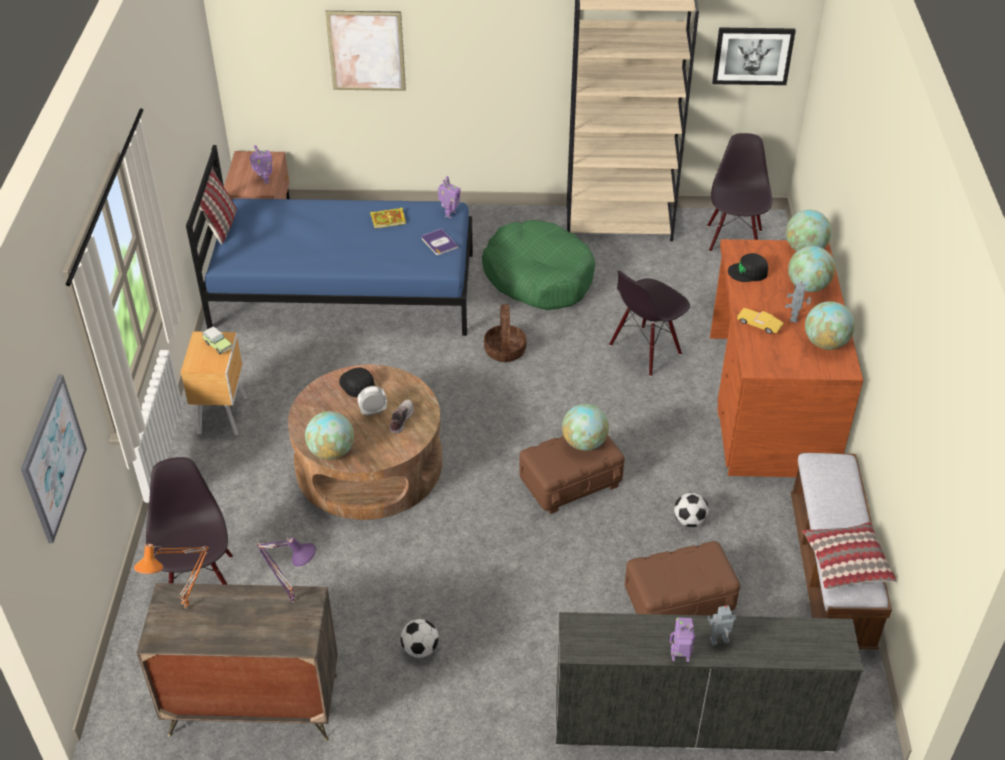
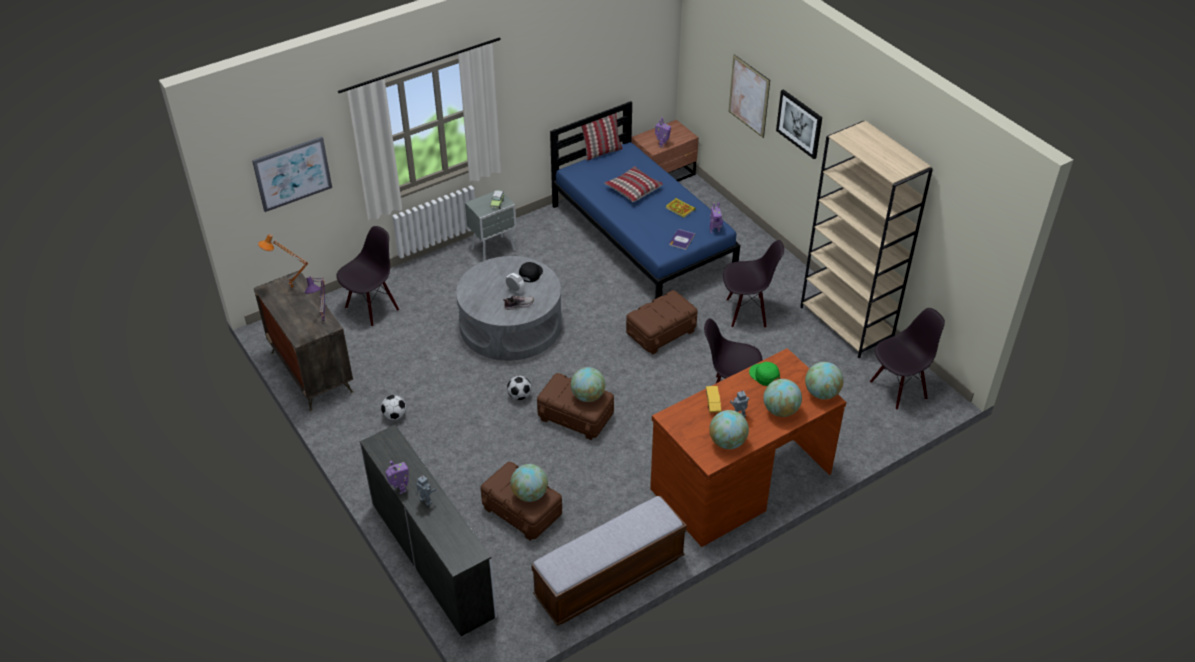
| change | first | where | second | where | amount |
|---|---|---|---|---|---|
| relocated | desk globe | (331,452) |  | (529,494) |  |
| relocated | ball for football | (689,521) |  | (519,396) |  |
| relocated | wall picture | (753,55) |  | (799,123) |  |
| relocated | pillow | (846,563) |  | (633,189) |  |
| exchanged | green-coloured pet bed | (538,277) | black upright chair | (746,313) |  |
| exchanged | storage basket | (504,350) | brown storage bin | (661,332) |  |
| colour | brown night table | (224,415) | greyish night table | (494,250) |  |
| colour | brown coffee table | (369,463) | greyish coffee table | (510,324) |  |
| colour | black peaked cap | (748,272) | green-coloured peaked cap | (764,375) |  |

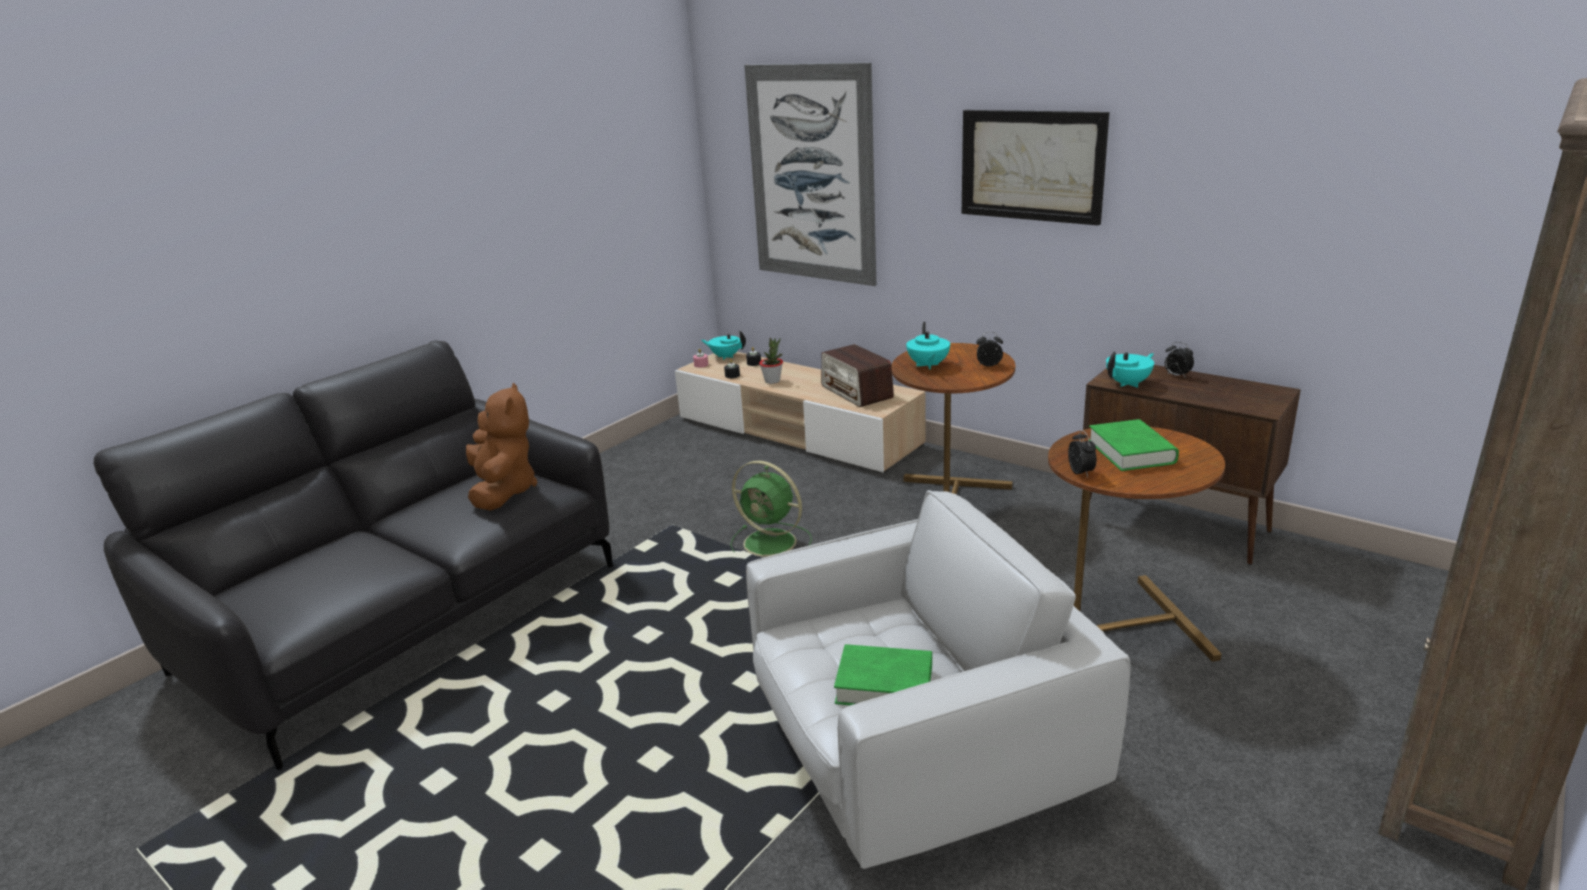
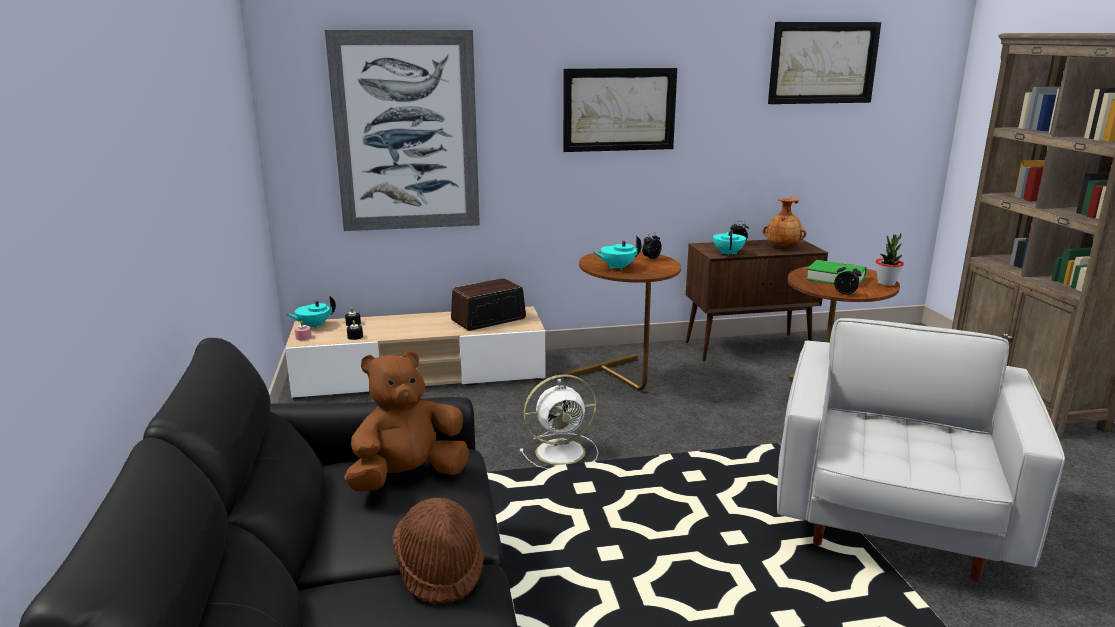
| change | first | where | second | where | amount |
|---|---|---|---|---|---|
| missing | green-coloured volume | (884,684) |  |  |  |
| appeared |  |  | brown clothing hat | (439,569) |  |
| appeared |  |  | brown decorative vase | (783,247) |  |
| appeared |  |  | wall picture | (823,63) |  |
| relocated | potted plant | (772,381) |  | (886,283) |  |
| colour | green-coloured cooling fan | (772,543) | white cooling fan | (562,451) |  |
| spun | brown soft toy | (503,491) |  | (408,478) | 60 degrees counterclockwise |
| spun | radio receiver | (857,392) |  | (488,319) | 135 degrees clockwise |
| spun | turquoise-coloured pot for tea | (927,365) |  | (617,267) | 120 degrees clockwise |

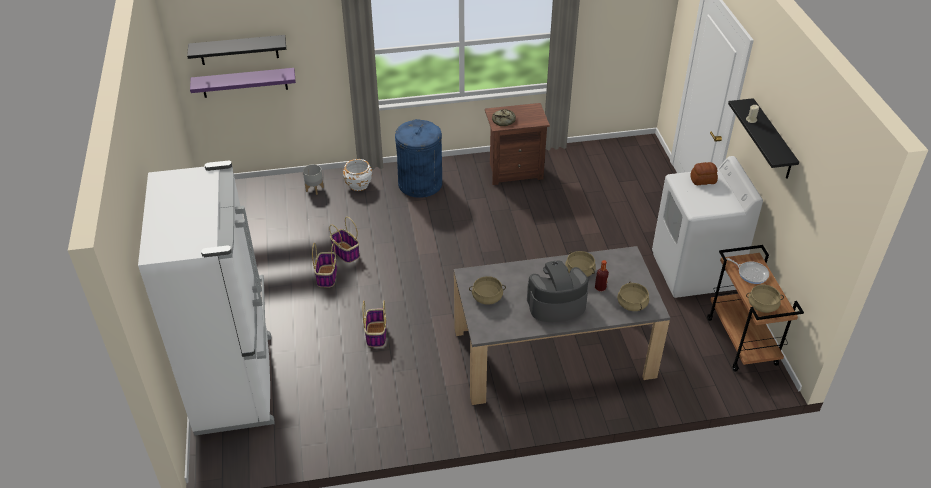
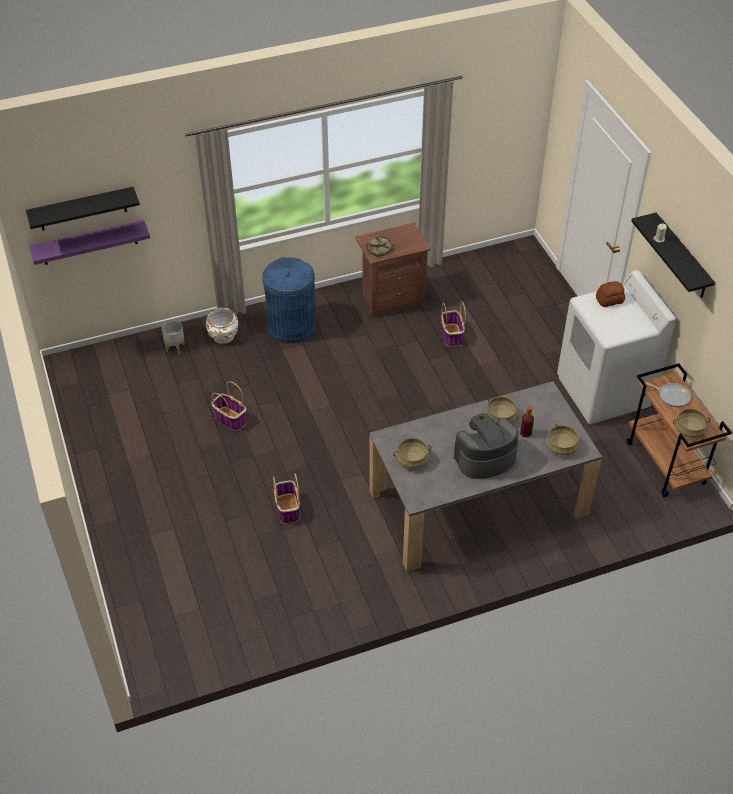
| change | first | where | second | where | amount |
|---|---|---|---|---|---|
| missing | white kitchen fridge | (237,382) |  |  |  |
| relocated | storage basket | (327,276) |  | (451,335) |  |

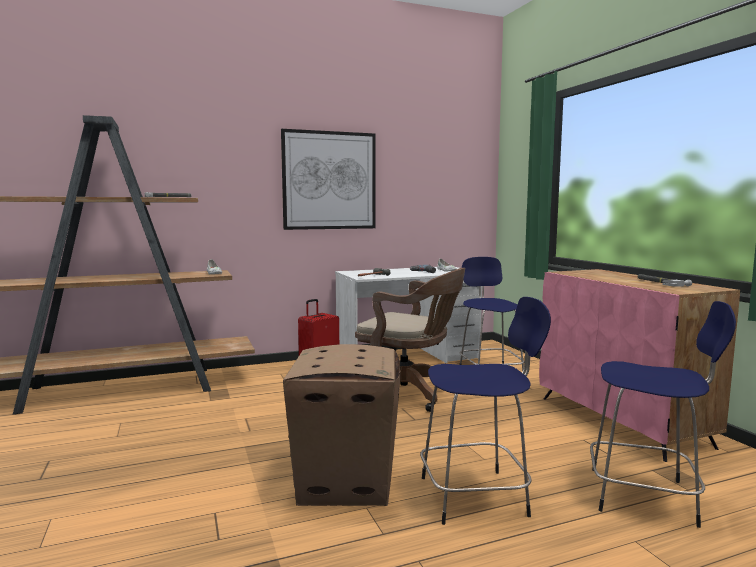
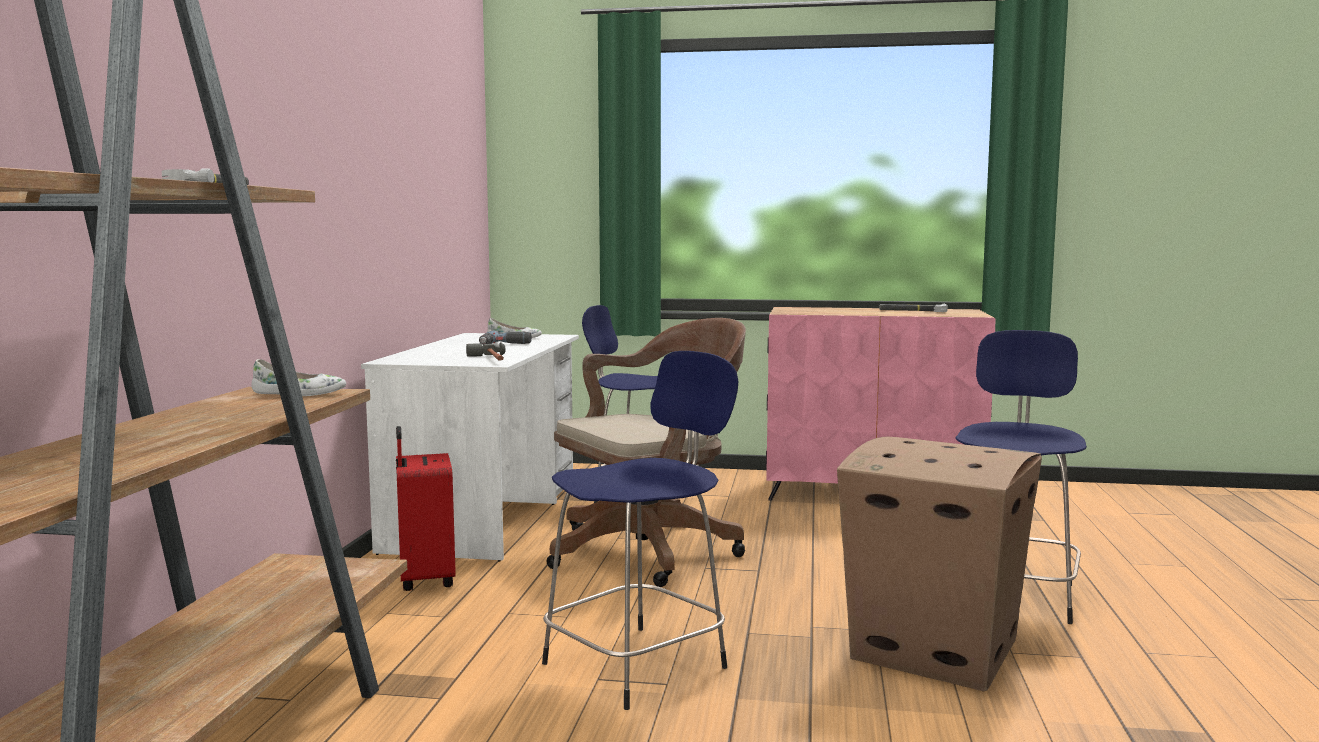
| change | first | where | second | where | amount |
|---|---|---|---|---|---|
| missing | wall picture | (329,180) |  |  |  |
| relocated | bluish stool seat | (646,496) |  | (640,663) |  |

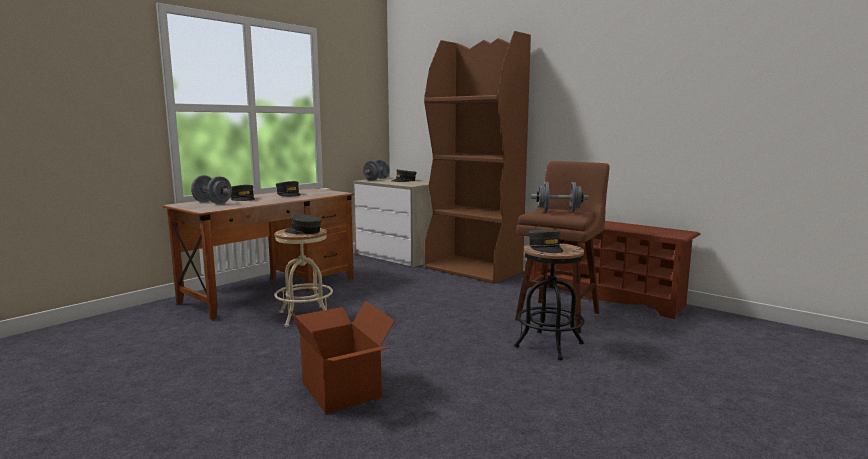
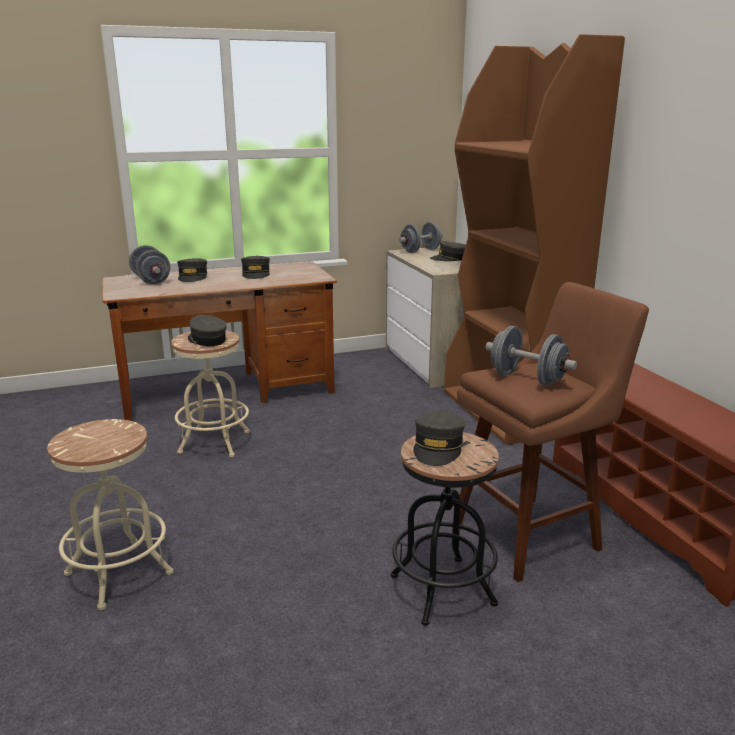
| change | first | where | second | where | amount |
|---|---|---|---|---|---|
| exchanged | cardboard box | (342,390) | sand-coloured stool seat | (119,573) |  |

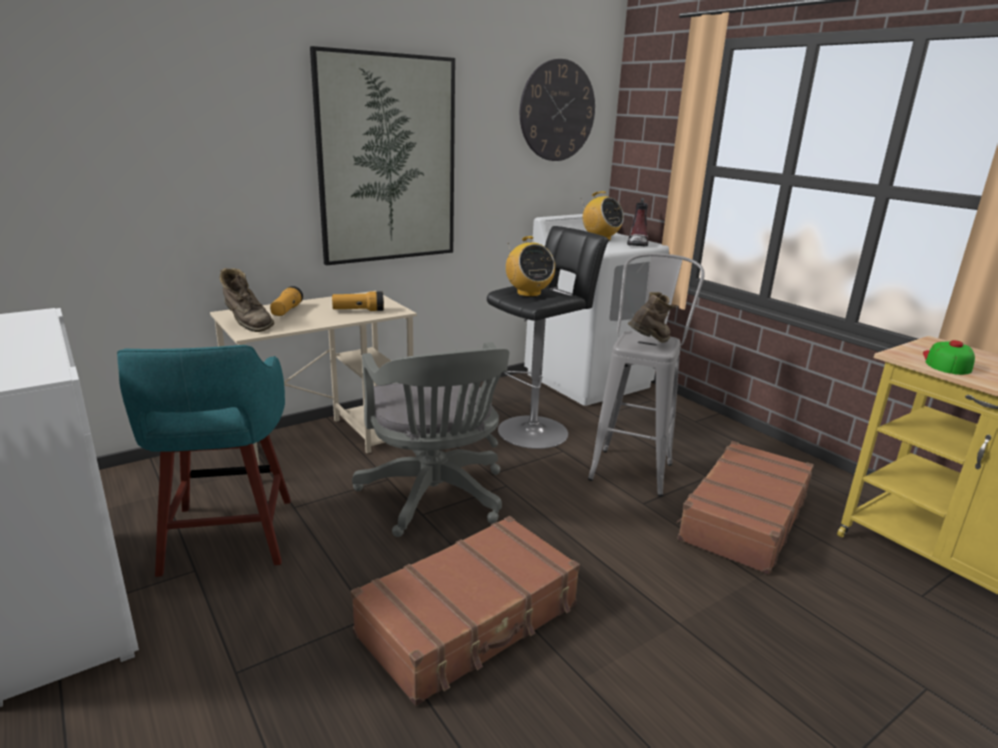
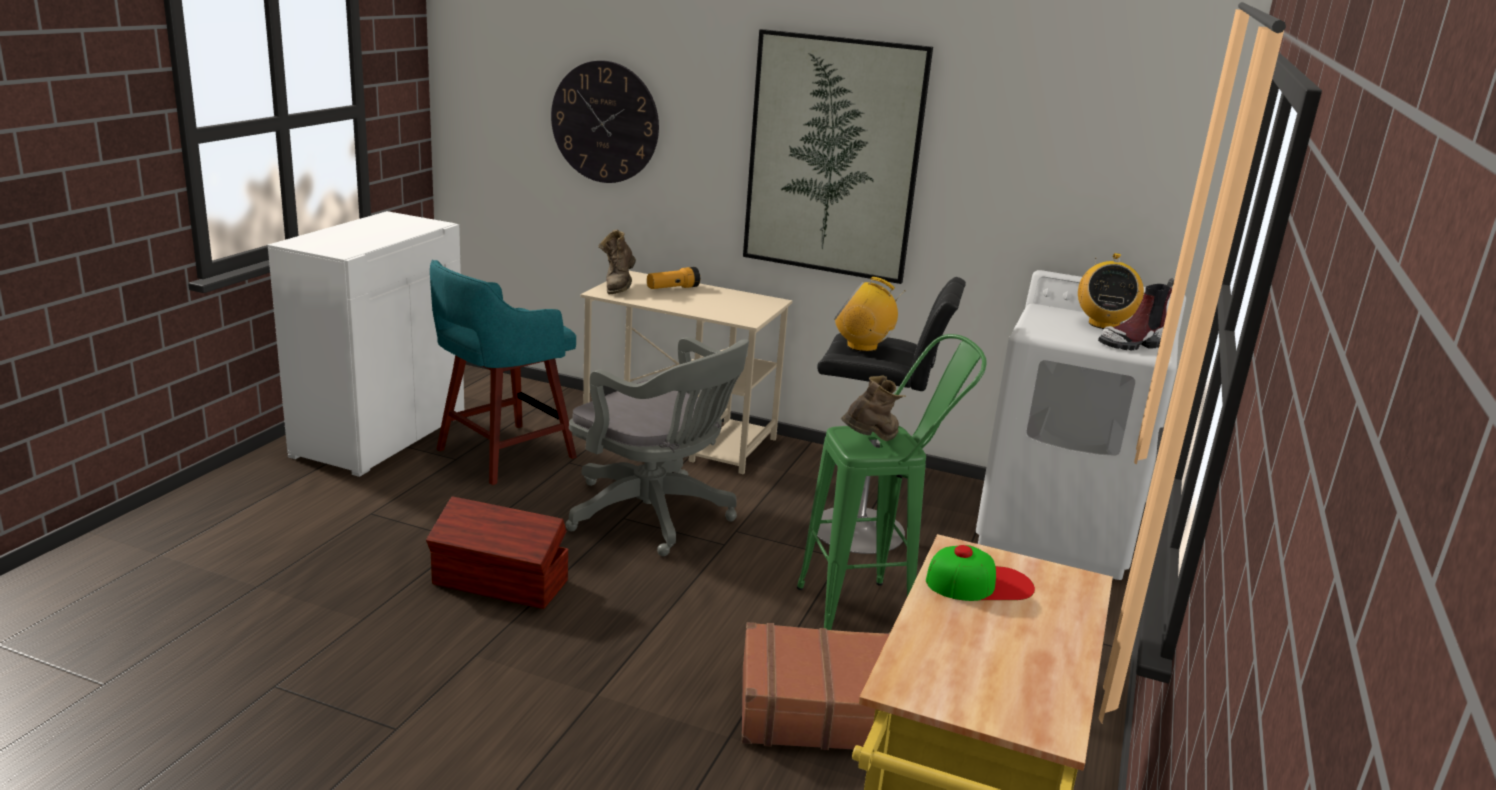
| change | first | where | second | where | amount |
|---|---|---|---|---|---|
| missing | hand torch | (358,310) |  |  |  |
| relocated | hanging clock | (557,111) |  | (605,122) |  |
| exchanged | brown travel case | (470,620) | brown storage bin | (500,583) |  |
| colour | greyish stool seat | (633,465) | green-coloured stool seat | (872,610) |  |
| spun | greyish desk chair | (435,498) |  | (655,516) | 90 degrees counterclockwise |
| spun | radio receiver | (528,293) |  | (862,346) | 75 degrees clockwise |
| spun | brown boot | (649,344) |  | (871,442) | 60 degrees counterclockwise |

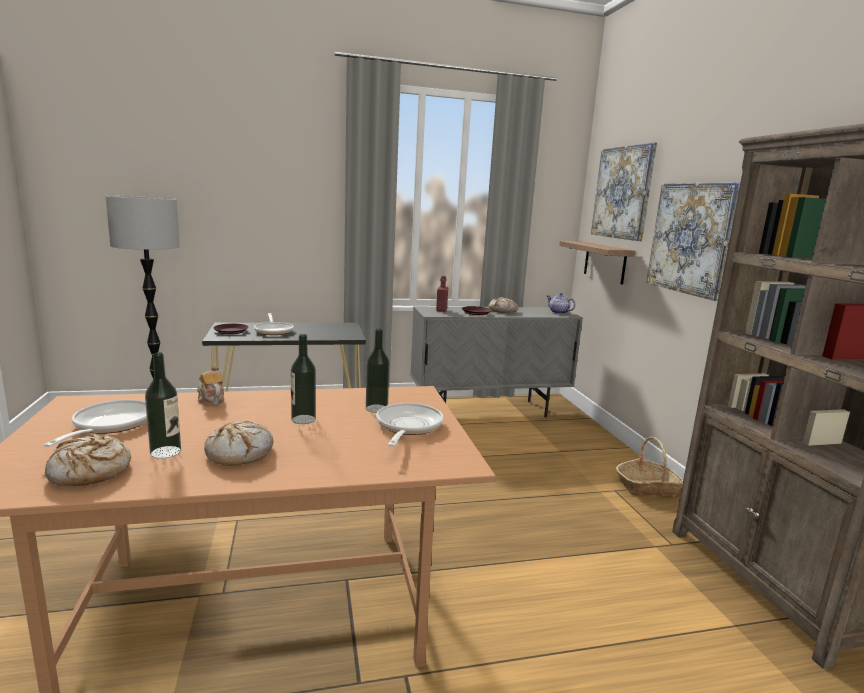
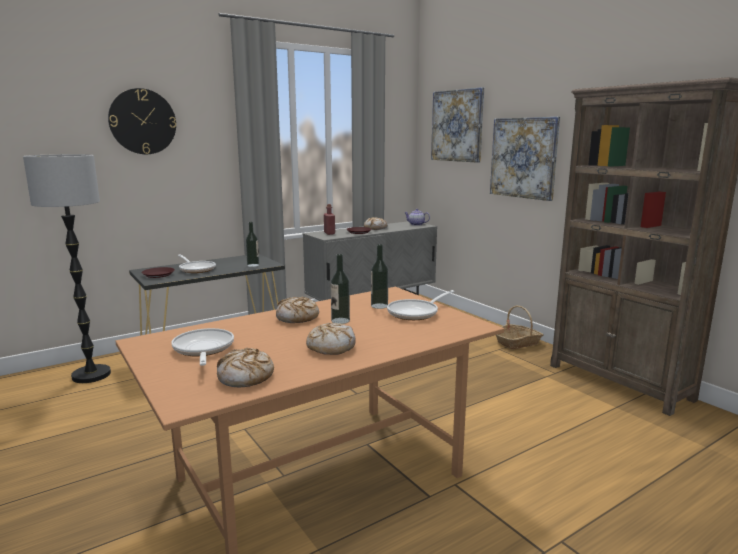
| change | first | where | second | where | amount |
|---|---|---|---|---|---|
| missing | pot for tea | (210,399) |  |  |  |
| missing | shelf | (604,262) |  |  |  |
| appeared |  |  | hanging clock | (142,121) |  |
| appeared |  |  | bread | (297,317) |  |
| relocated | bottle | (165,452) |  | (253,265) |  |
| spun | skillet | (407,427) |  | (416,313) | 120 degrees counterclockwise |

